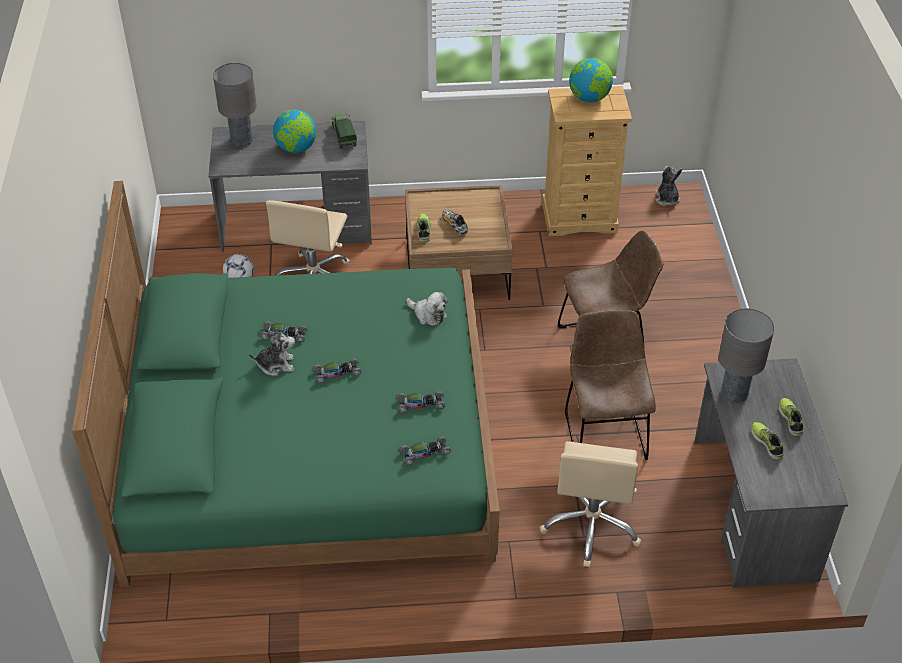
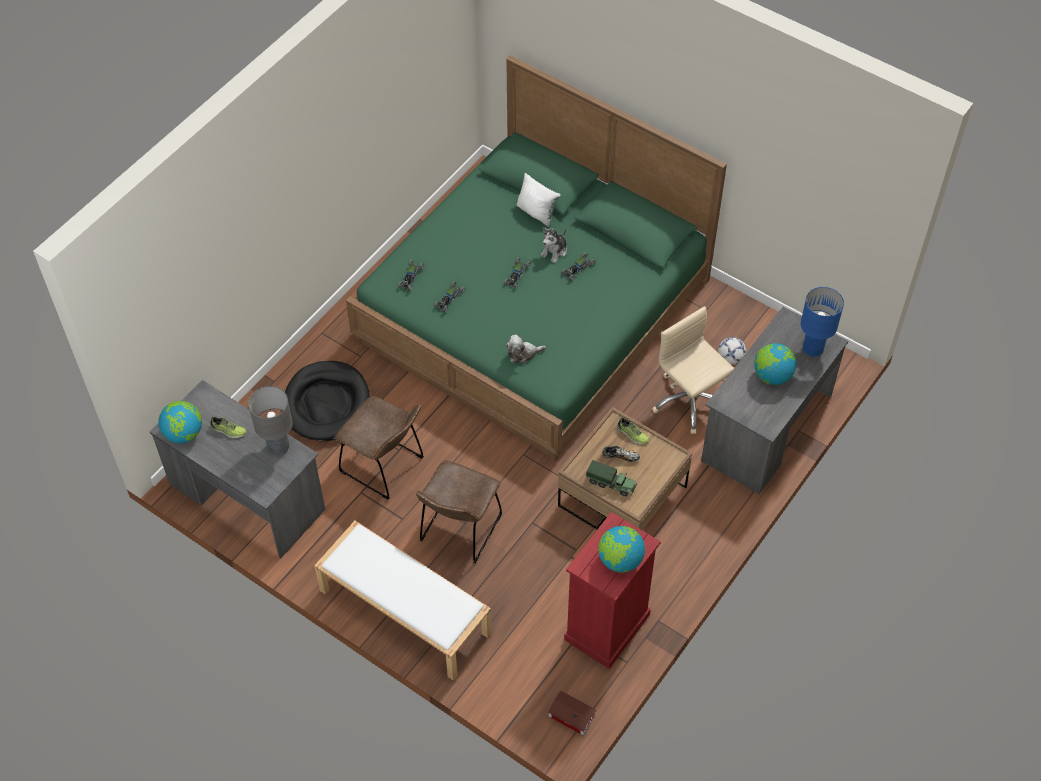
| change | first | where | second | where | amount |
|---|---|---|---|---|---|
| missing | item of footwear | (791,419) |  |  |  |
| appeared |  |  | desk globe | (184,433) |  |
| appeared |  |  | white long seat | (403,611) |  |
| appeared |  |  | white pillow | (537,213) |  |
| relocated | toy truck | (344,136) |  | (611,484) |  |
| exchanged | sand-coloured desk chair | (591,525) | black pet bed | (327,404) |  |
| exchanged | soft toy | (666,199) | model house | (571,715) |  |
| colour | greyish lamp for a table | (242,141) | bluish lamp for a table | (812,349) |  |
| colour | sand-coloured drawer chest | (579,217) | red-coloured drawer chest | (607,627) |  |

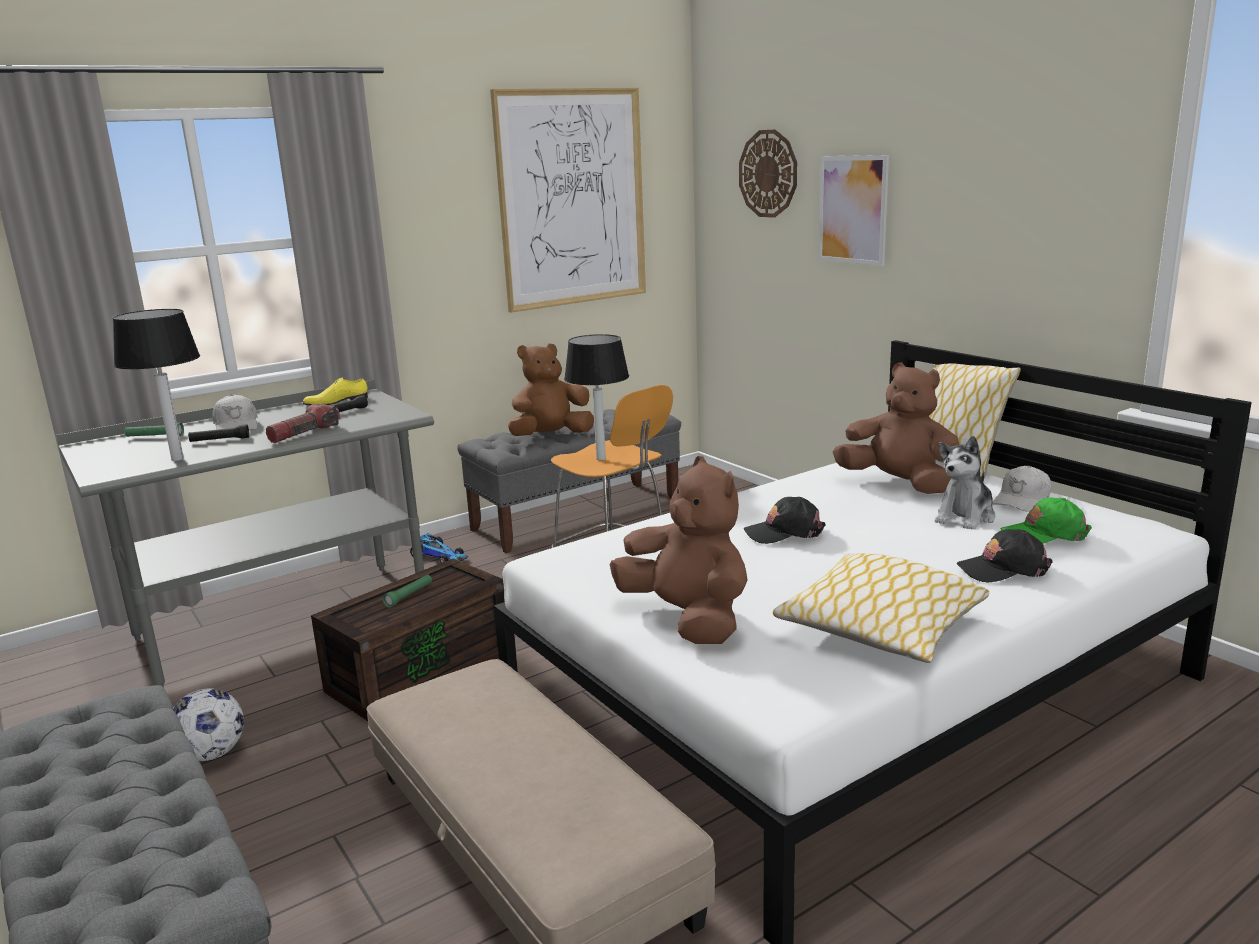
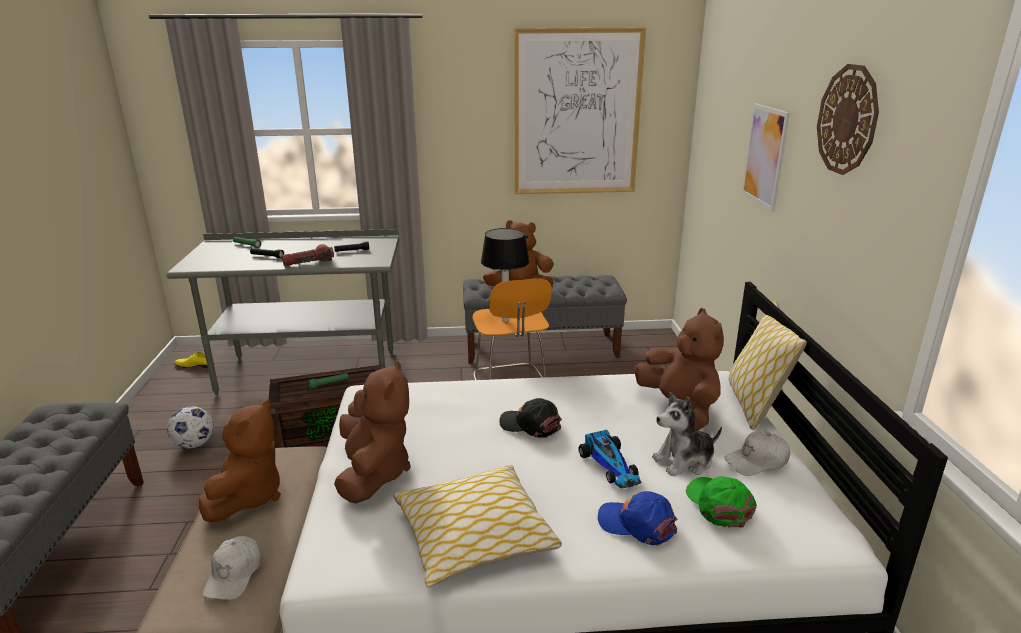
| change | first | where | second | where | amount |
|---|---|---|---|---|---|
| missing | lamp for a table | (178,458) |  |  |  |
| appeared |  |  | brown soft toy | (248,496) |  |
| relocated | white peaked cap | (237,426) |  | (234,575) |  |
| relocated | yellow item of footwear | (336,401) |  | (195,365) |  |
| relocated | toy car | (440,556) |  | (611,465) |  |
| relocated | hanging clock | (768,174) |  | (847,120) |  |
| colour | black peaked cap | (1003,569) | bluish peaked cap | (637,524) |  |
| spun | green-coloured peaked cap | (1044,534) |  | (719,505) | 45 degrees clockwise |

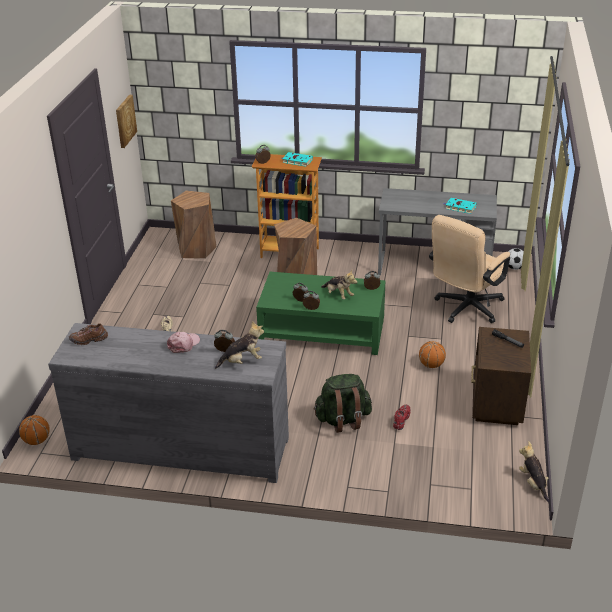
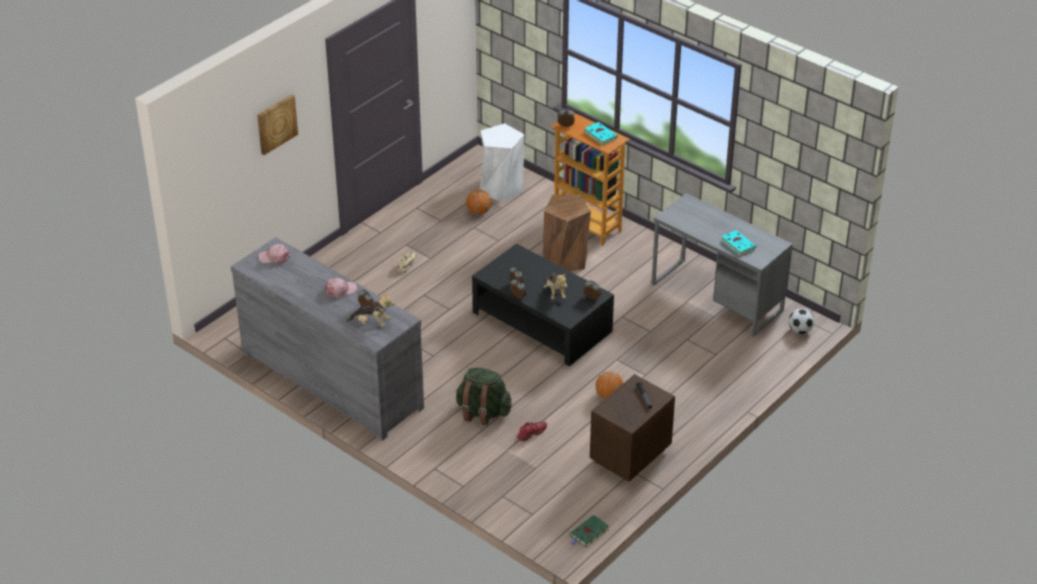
| change | first | where | second | where | amount |
|---|---|---|---|---|---|
| missing | sand-coloured desk chair | (465,309) |  |  |  |
| relocated | basketball | (37,441) |  | (478,212) |  |
| relocated | wall picture | (125,121) |  | (276,124) |  |
| exchanged | brown item of footwear | (89,340) | pink-coloured peaked cap | (274,257) |  |
| exchanged | soft toy | (533,483) | green-coloured volume | (588,533) |  |
| colour | brown stool seat | (196,249) | white stool seat | (501,188) |  |
| colour | green-coloured coffee table | (322,331) | black coffee table | (542,322) |  |

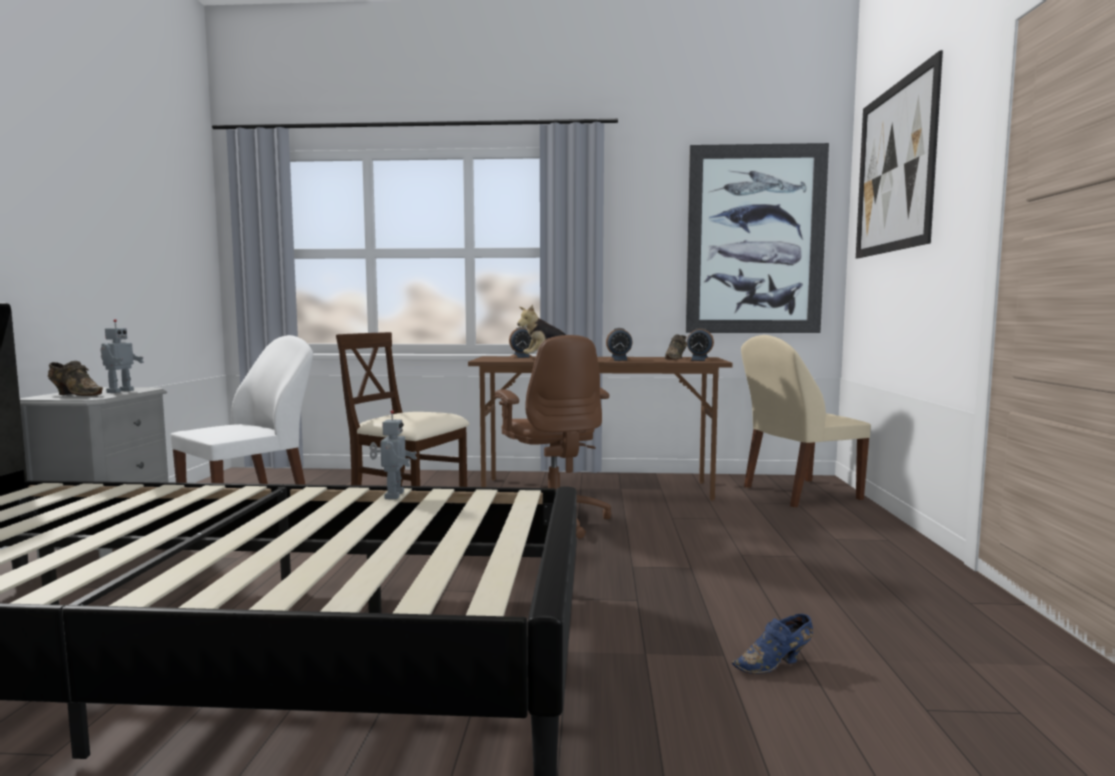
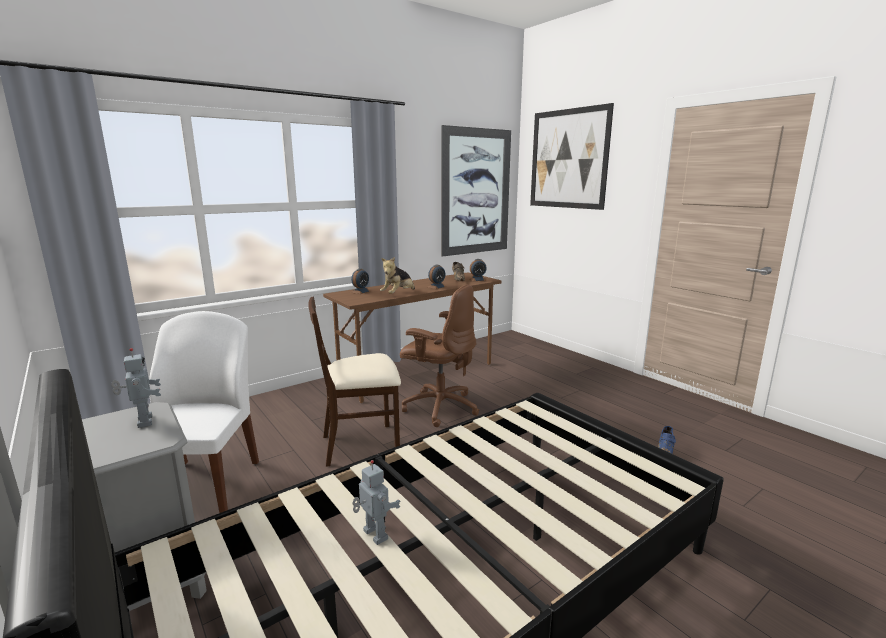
| change | first | where | second | where | amount |
|---|---|---|---|---|---|
| missing | brown item of footwear | (76,395) |  |  |  |
| missing | sand-coloured upright chair | (798,493) |  |  |  |
| relocated | model robot | (392,495) |  | (374,535) |  |

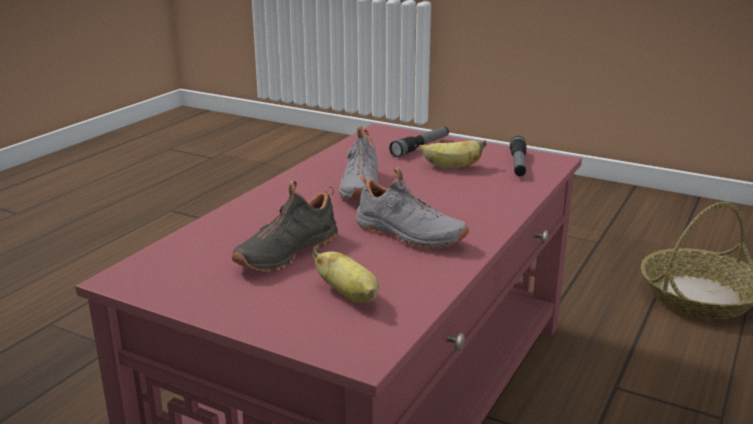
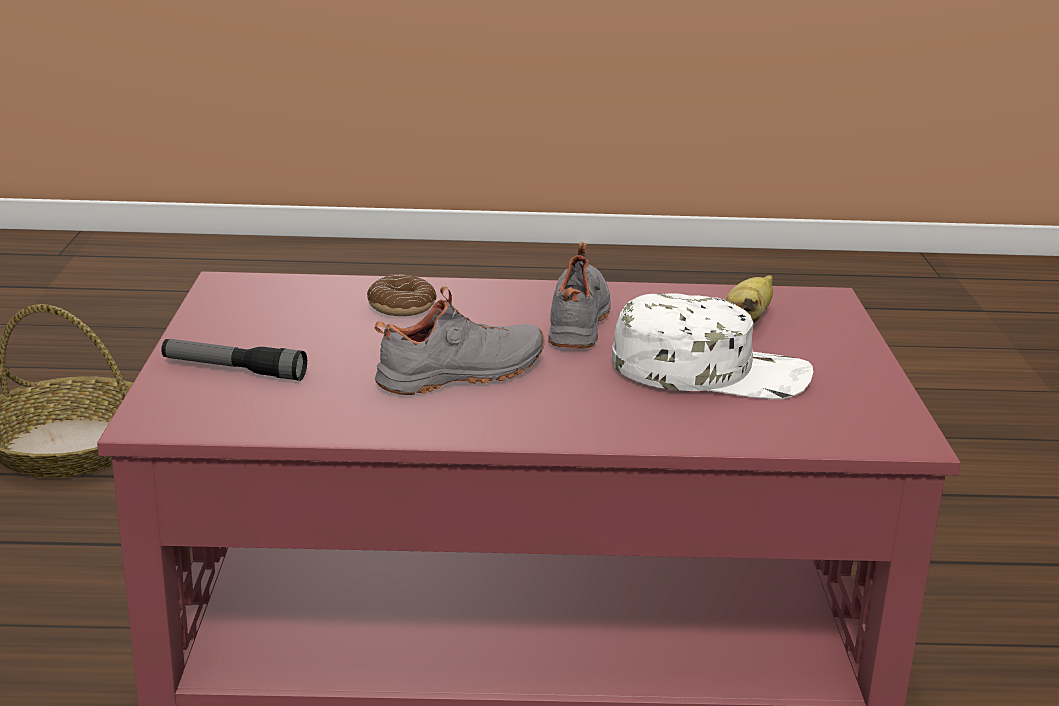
| change | first | where | second | where | amount |
|---|---|---|---|---|---|
| missing | banana | (451,167) |  |  |  |
| missing | hand torch | (518,164) |  |  |  |
| appeared |  |  | ring doughnut | (401,307) |  |
| exchanged | black item of footwear | (285,252) | white peaked cap | (710,370) |  |

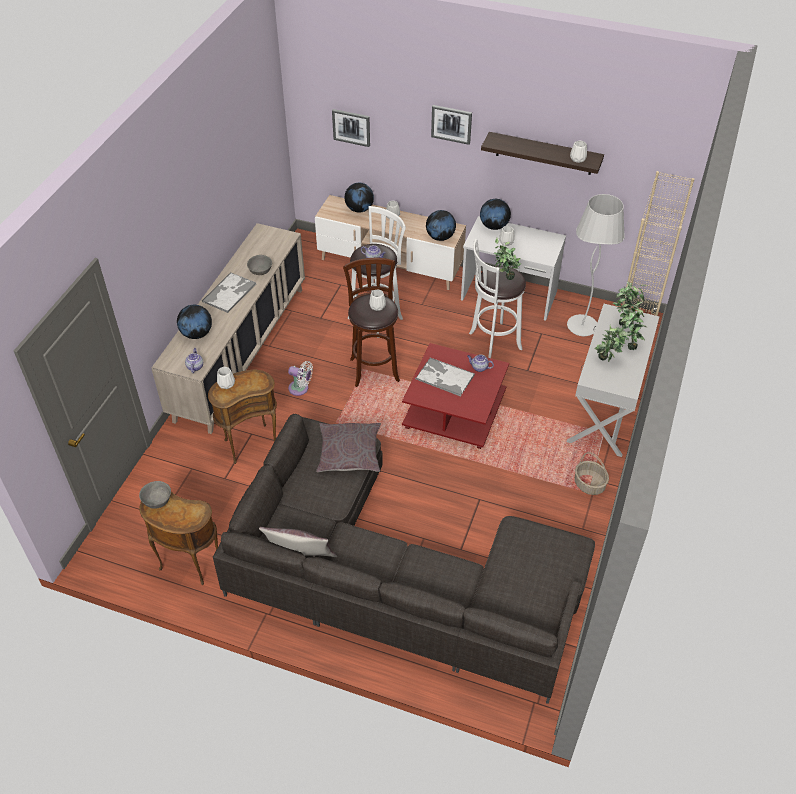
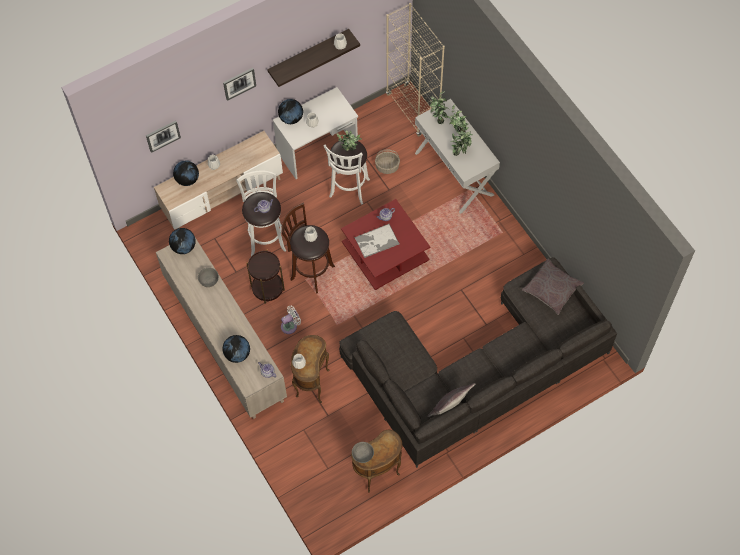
| change | first | where | second | where | amount |
|---|---|---|---|---|---|
| missing | tray | (229,292) |  |  |  |
| missing | white floor lamp | (582,327) |  |  |  |
| appeared |  |  | brown accent table | (267,288) |  |
| relocated | greyish pillow | (349,453) |  | (552,289) |  |
| relocated | desk globe | (440,237) |  | (183,247) |  |
| relocated | storage basket | (589,484) |  | (387,166) |  |

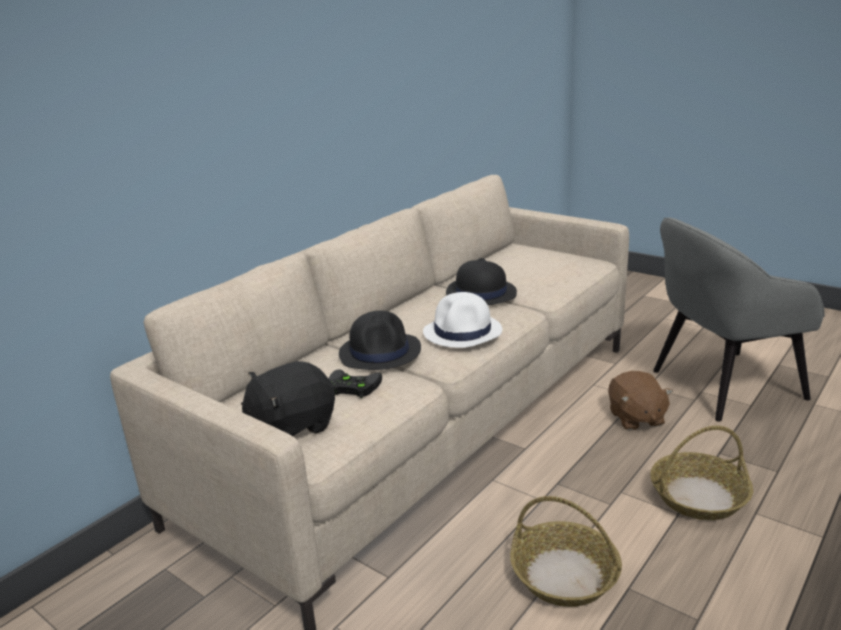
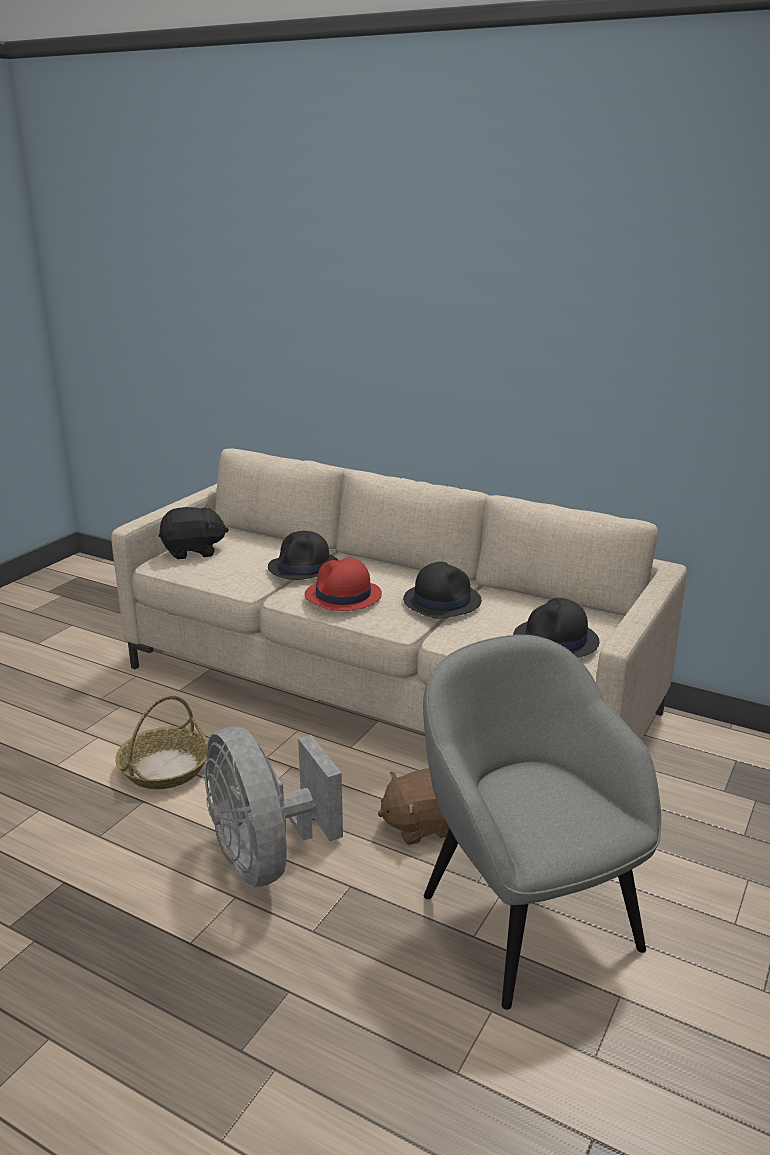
| change | first | where | second | where | amount |
|---|---|---|---|---|---|
| missing | black joypad | (351,387) |  |  |  |
| appeared |  |  | black clothing hat | (556,640) |  |
| exchanged | storage basket | (698,496) | greyish cooling fan | (266,858) |  |
| colour | white clothing hat | (463,332) | red-coloured clothing hat | (343,596) |  |
| spun | black soft toy | (292,426) |  | (193,551) | 120 degrees clockwise |

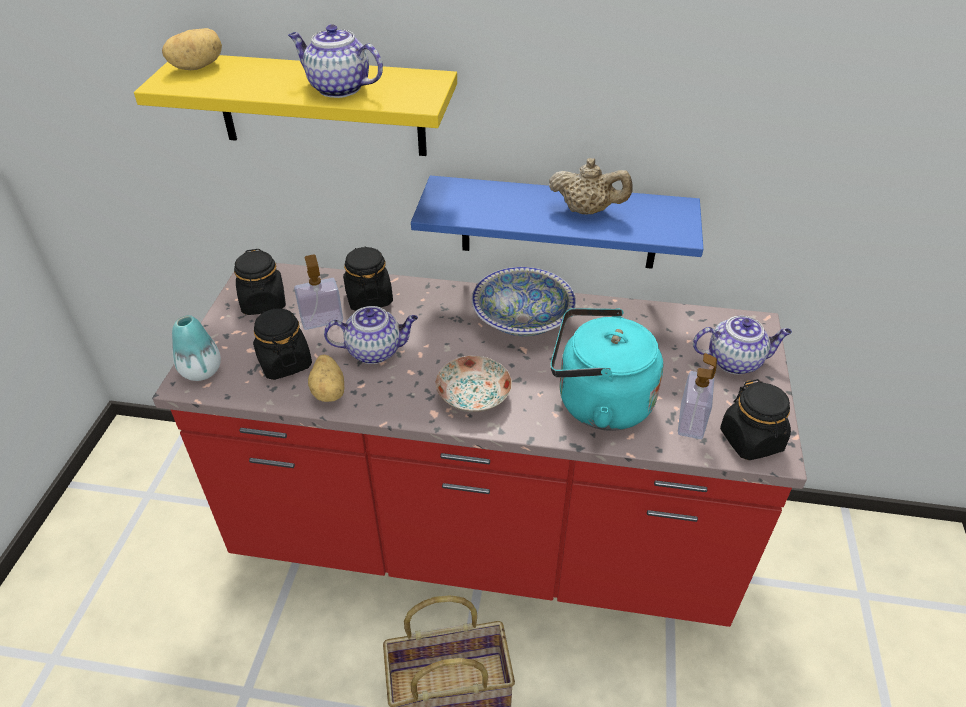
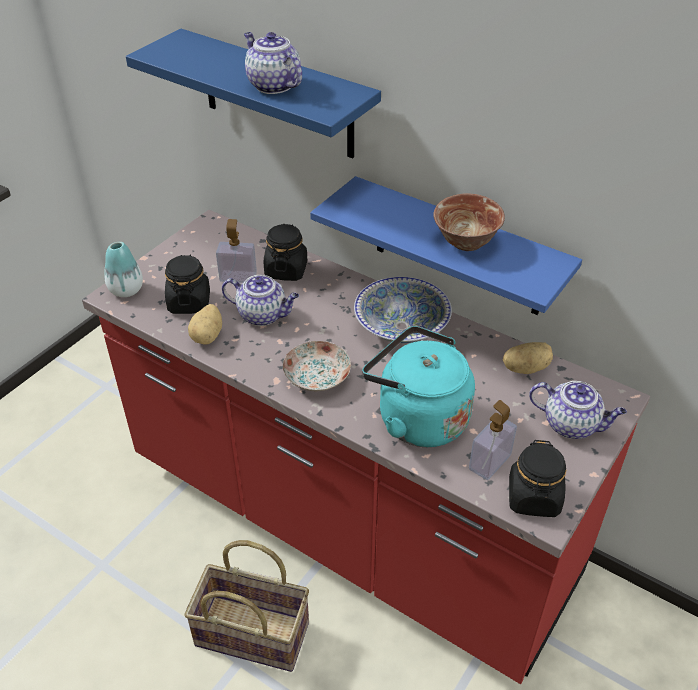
| change | first | where | second | where | amount |
|---|---|---|---|---|---|
| missing | black preserve jar | (263,302) |  |  |  |
| relocated | whole potato | (197,66) |  | (525,368) |  |
| exchanged | sand-coloured pot for tea | (587,211) | bowl | (466,242) |  |
| colour | yellow shelf | (321,105) | bluish shelf | (277,95) |  |

